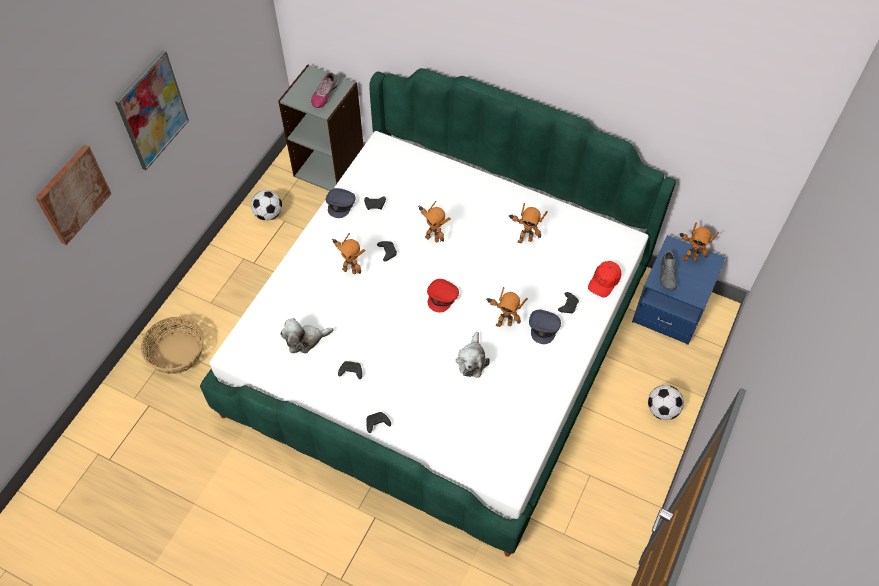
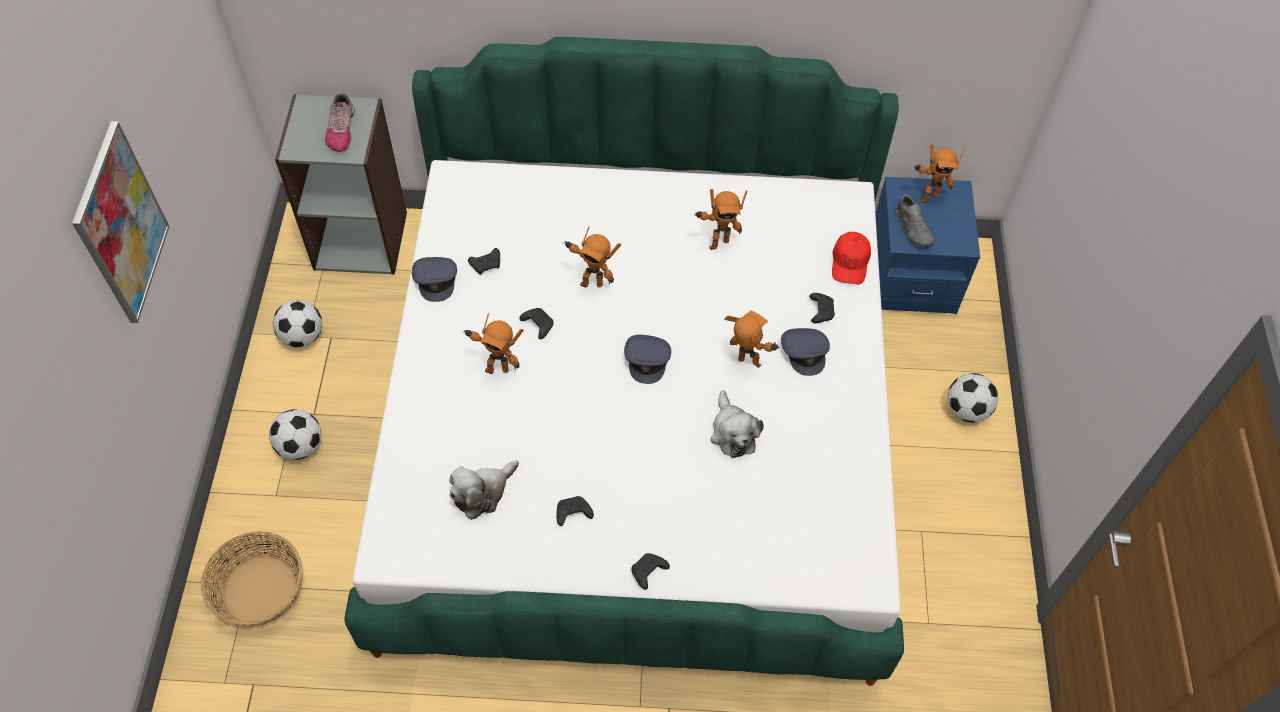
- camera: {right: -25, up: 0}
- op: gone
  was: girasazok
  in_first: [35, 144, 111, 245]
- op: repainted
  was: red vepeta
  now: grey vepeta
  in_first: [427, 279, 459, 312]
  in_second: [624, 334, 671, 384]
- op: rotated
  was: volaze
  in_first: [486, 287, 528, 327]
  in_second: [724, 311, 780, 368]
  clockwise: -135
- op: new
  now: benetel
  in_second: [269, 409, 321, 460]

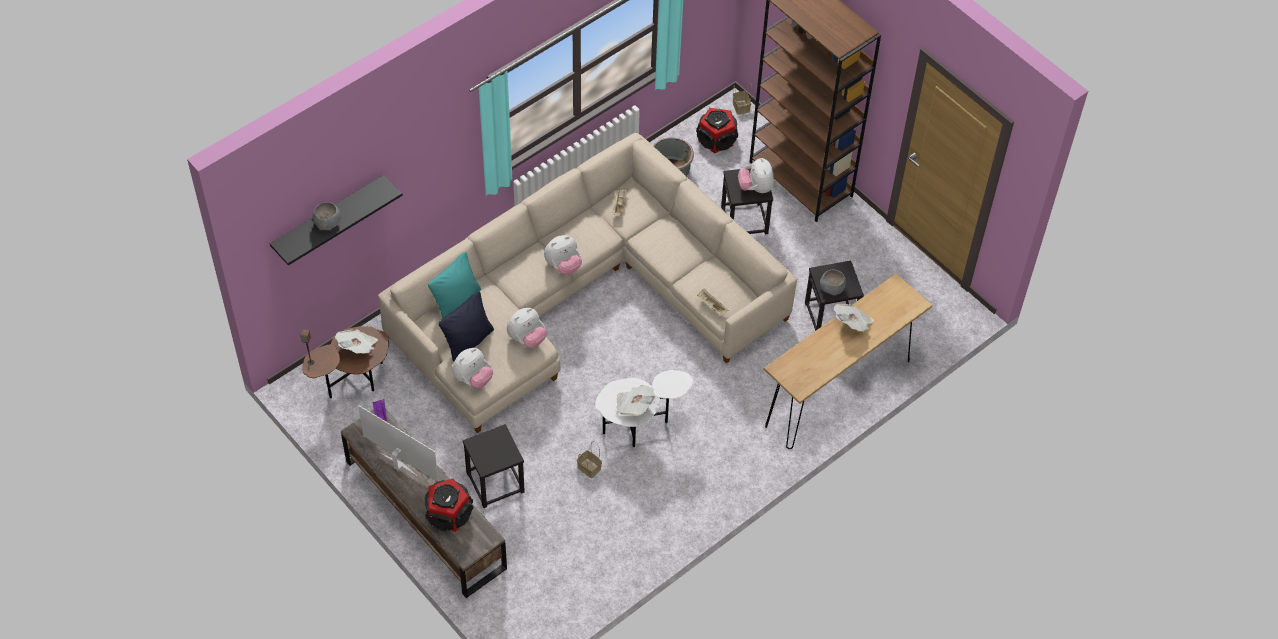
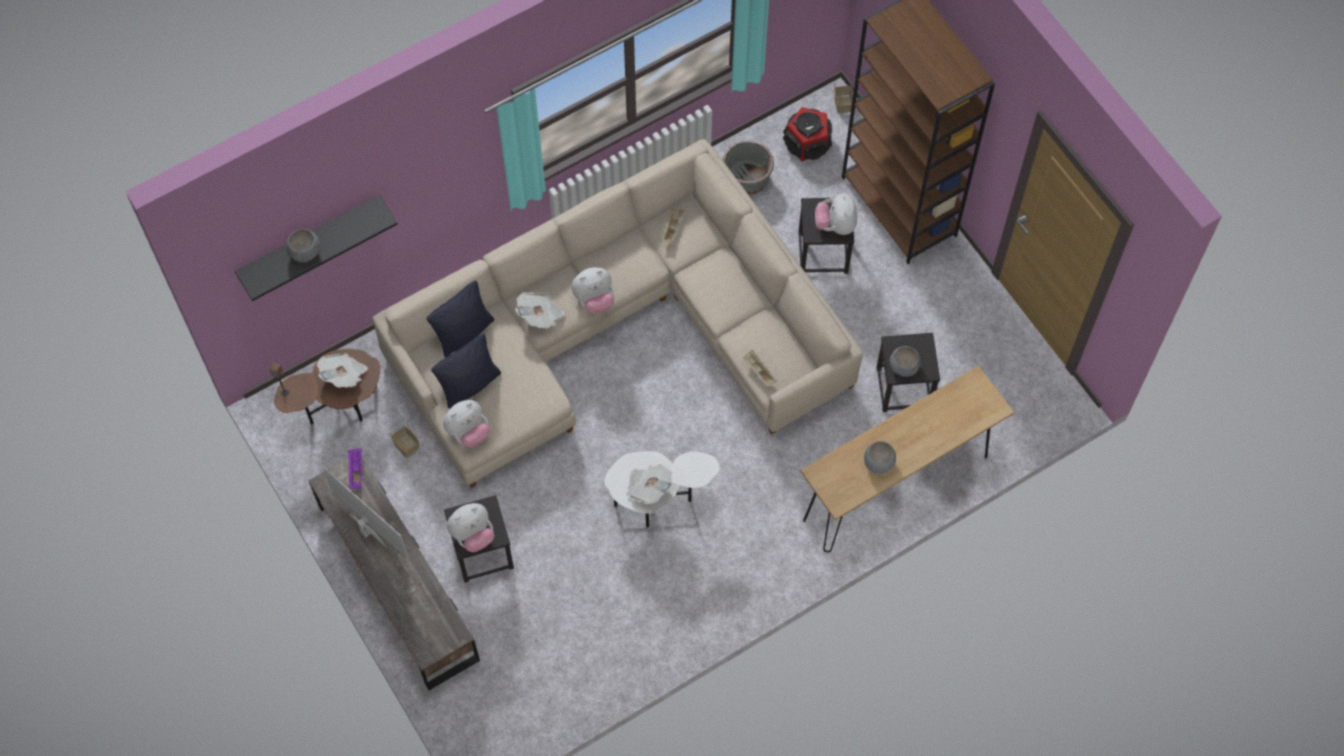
- camera: {right: 10, up: 10}
- op: repainted
  was: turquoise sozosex
  now: black sozosex
  in_first: [428, 252, 481, 319]
  in_second: [427, 281, 494, 357]
- op: shifted
  was: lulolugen
  in_first: [834, 304, 874, 332]
  in_second: [515, 292, 565, 329]
- op: shifted
  was: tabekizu
  in_first: [507, 308, 547, 348]
  in_second: [447, 503, 494, 552]
- op: shifted
  was: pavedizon
  in_first: [577, 441, 602, 478]
  in_second: [390, 420, 420, 458]
- op: gone
  was: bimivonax
  in_first: [425, 479, 473, 532]
- op: new
  now: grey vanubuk
  in_second: [864, 441, 896, 474]

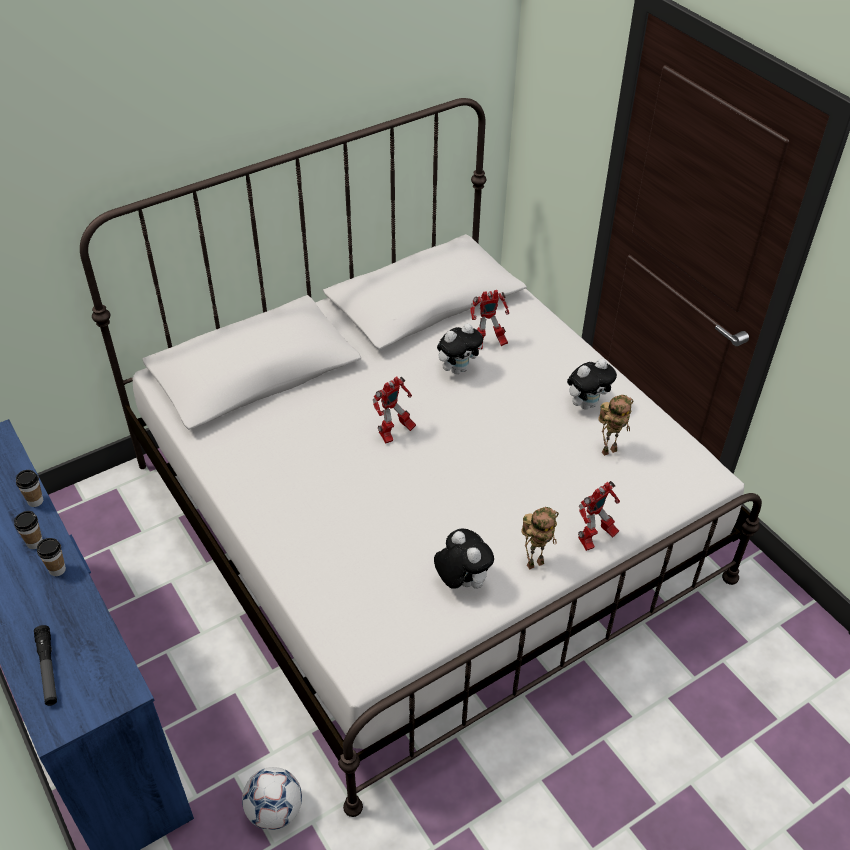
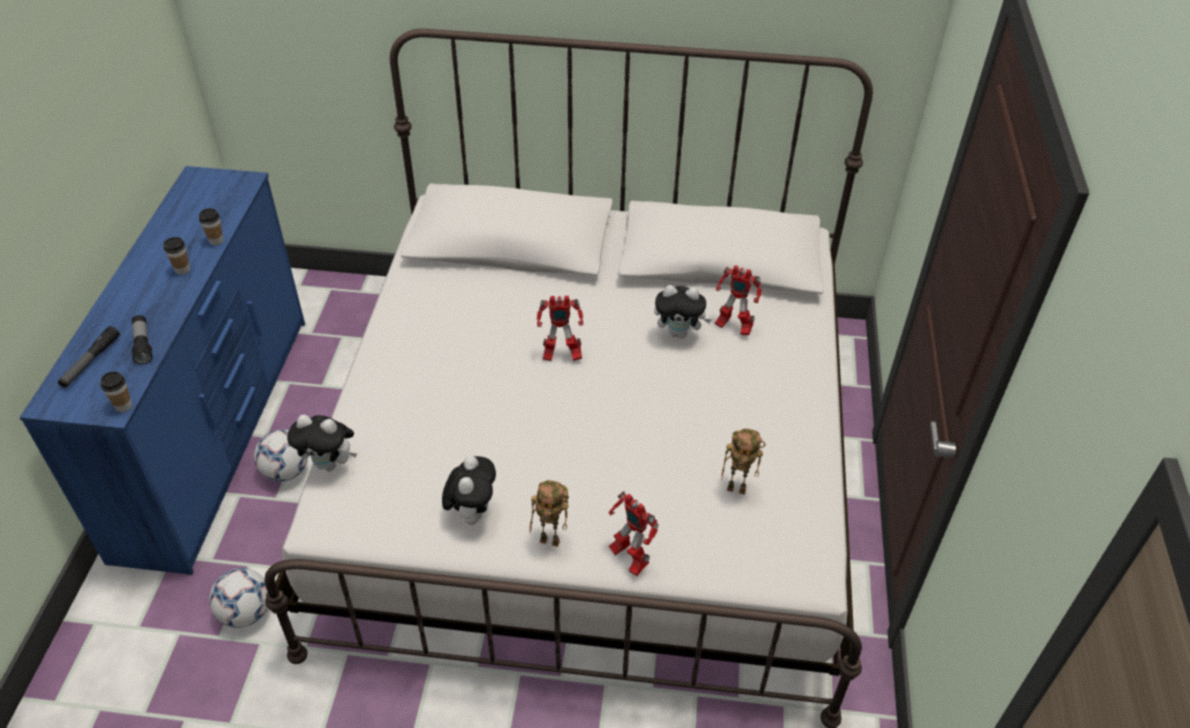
- camera: {right: 40, up: 0}
- op: shifted
  was: tabekizu
  in_first: [567, 358, 617, 410]
  in_second: [287, 415, 357, 471]
- op: rotated
  was: volaze
  in_first: [578, 481, 620, 551]
  in_second: [609, 491, 659, 576]
  clockwise: 45
- op: shifted
  was: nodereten
  in_first: [37, 538, 66, 576]
  in_second: [100, 371, 132, 412]
- op: new
  now: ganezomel
  in_second: [131, 315, 153, 364]
- op: new
  now: benetel
  in_second: [254, 429, 308, 482]

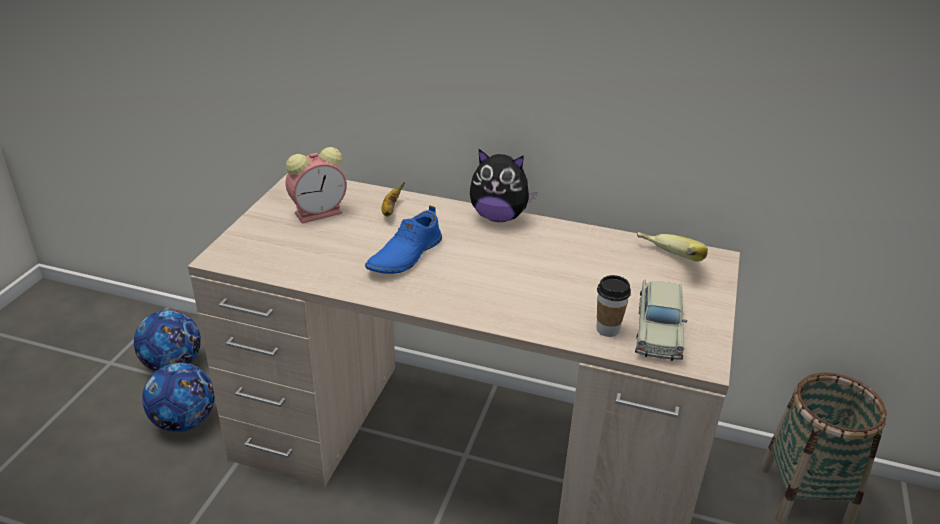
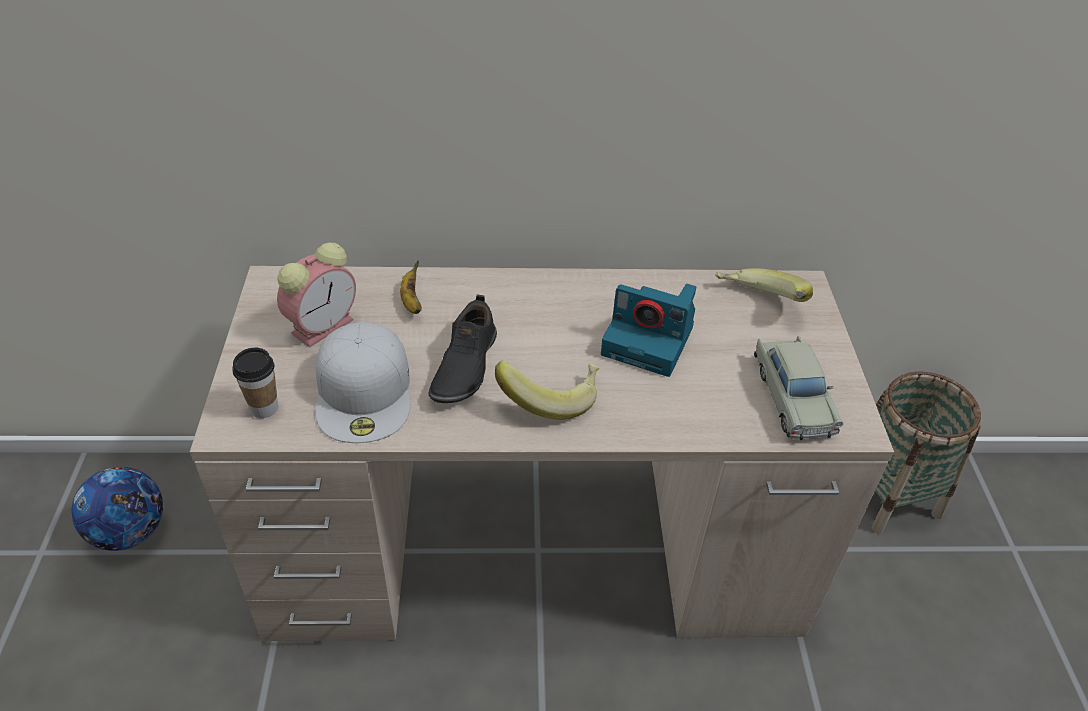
- camera: {right: -20, up: 10}
- op: gone
  was: tabekizu
  in_first: [470, 149, 537, 222]
- op: repainted
  was: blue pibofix
  now: black pibofix
  in_first: [365, 206, 442, 274]
  in_second: [428, 294, 497, 403]
- op: shifted
  was: nodereten
  in_first: [596, 275, 631, 337]
  in_second: [232, 347, 278, 418]
- op: gone
  was: benetel
  in_first: [142, 363, 215, 432]
- op: new
  now: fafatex
  in_second: [601, 284, 696, 377]
- op: new
  now: white vepeta
  in_second: [315, 322, 410, 443]
- op: new
  now: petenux
  in_second: [495, 361, 600, 420]

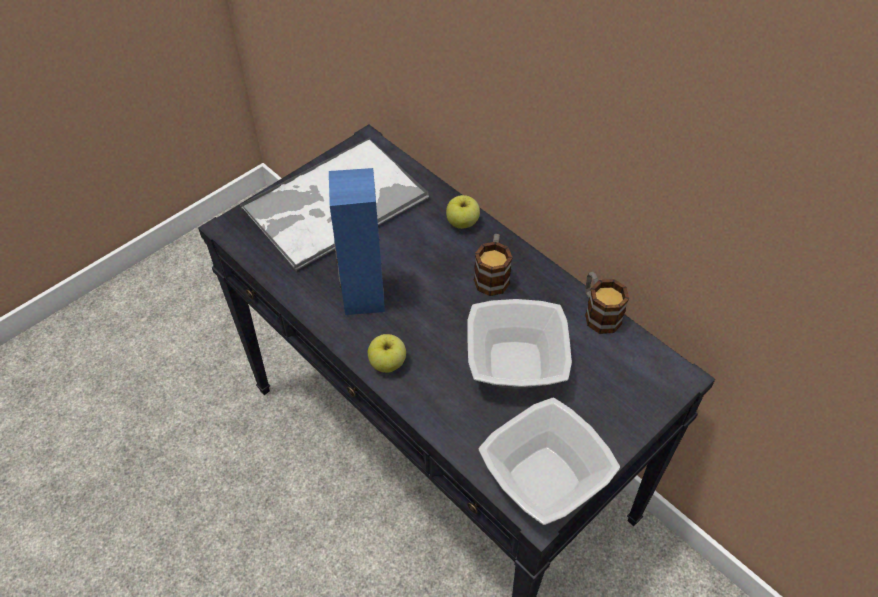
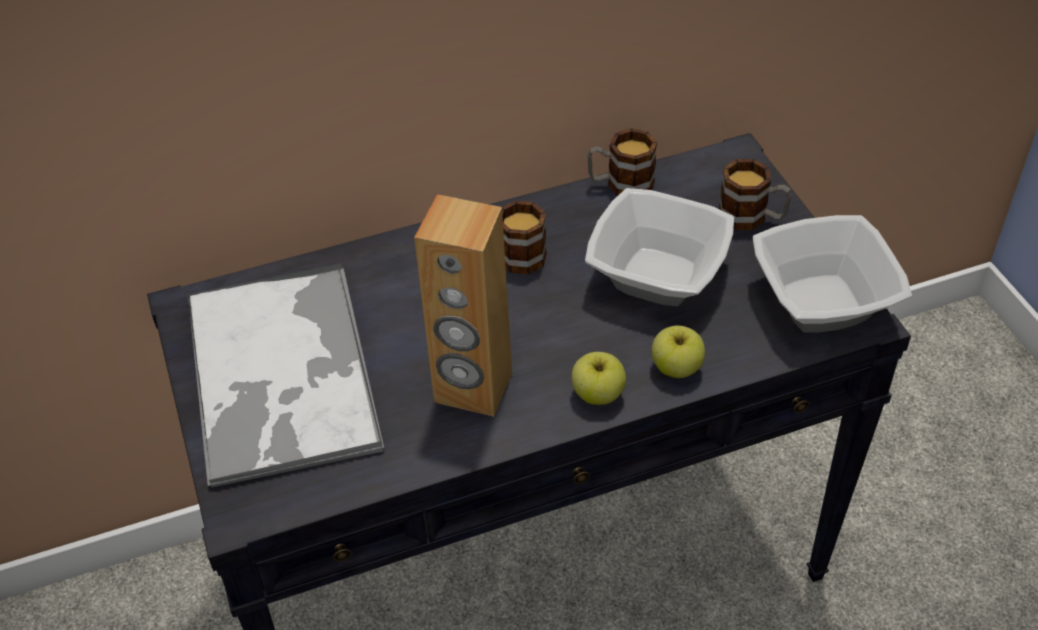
- camera: {right: -65, up: -5}
- op: repainted
  was: blue bimivonax
  now: brown bimivonax
  in_first: [329, 168, 385, 315]
  in_second: [414, 194, 512, 417]
- op: shifted
  was: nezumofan
  in_first: [446, 195, 480, 229]
  in_second: [652, 325, 705, 378]
- op: new
  now: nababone
  in_second: [718, 159, 792, 230]

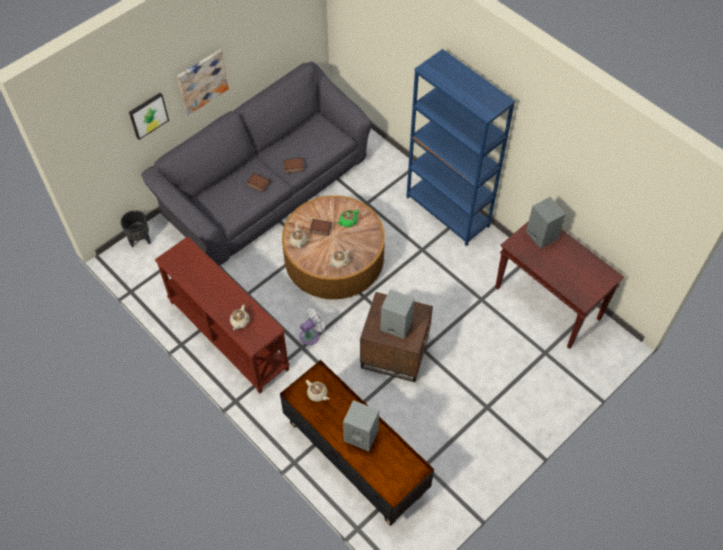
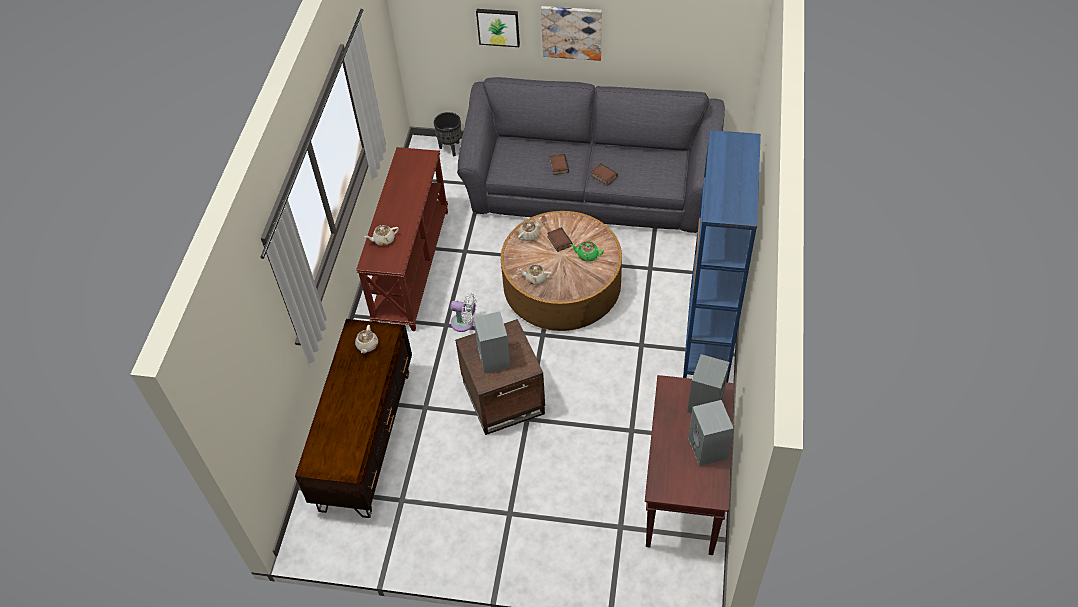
- camera: {right: 55, up: -5}
- op: shifted
  was: grey bimivonax
  in_first: [343, 400, 379, 451]
  in_second: [688, 400, 734, 466]

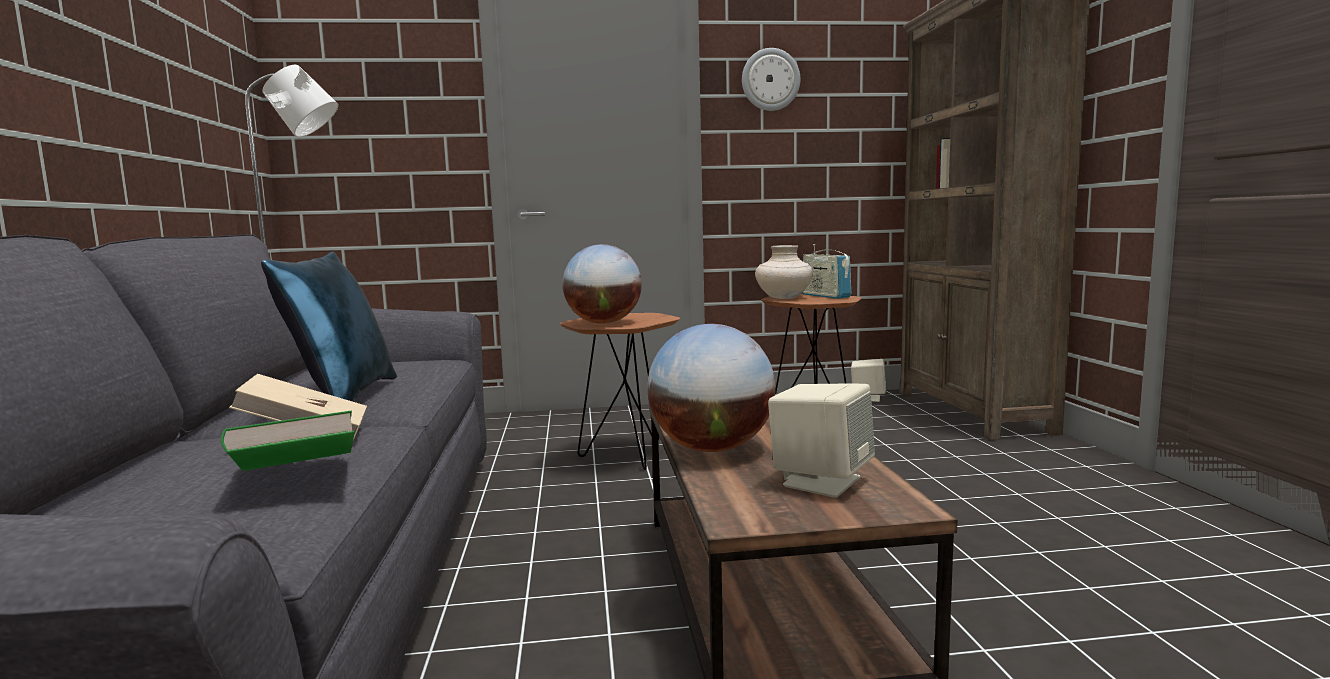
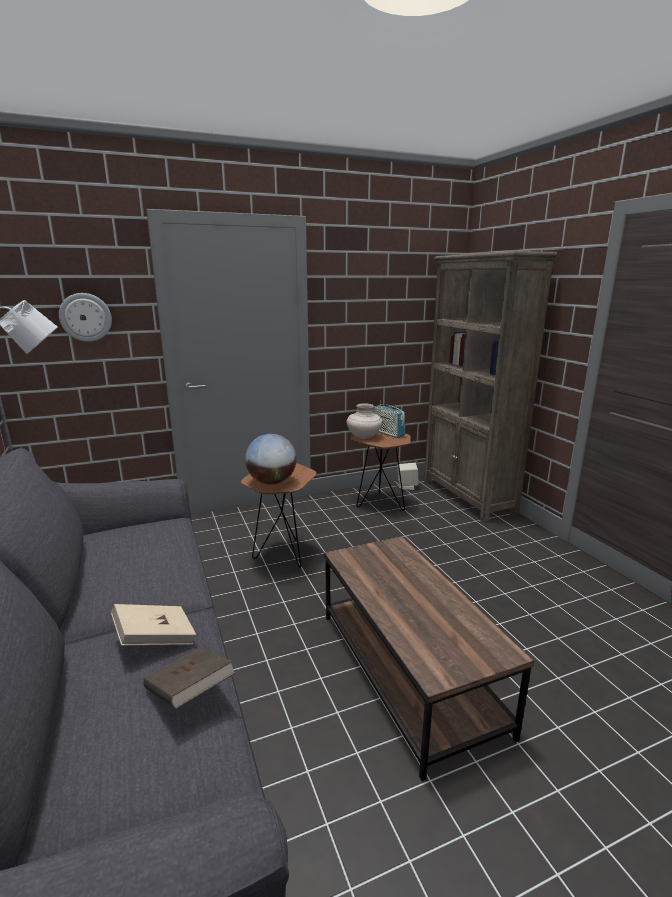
- camera: {right: -15, up: 10}
- op: shifted
  was: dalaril
  in_first: [742, 48, 800, 111]
  in_second: [59, 293, 112, 342]
- op: gone
  was: blue sozosex
  in_first: [261, 251, 397, 402]
- op: gone
  was: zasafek
  in_first: [647, 324, 776, 452]
- op: gone
  was: beige bimivonax
  in_first: [768, 383, 875, 498]
- op: repainted
  was: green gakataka
  now: brown gakataka
  in_first: [221, 411, 355, 471]
  in_second: [143, 648, 236, 709]

